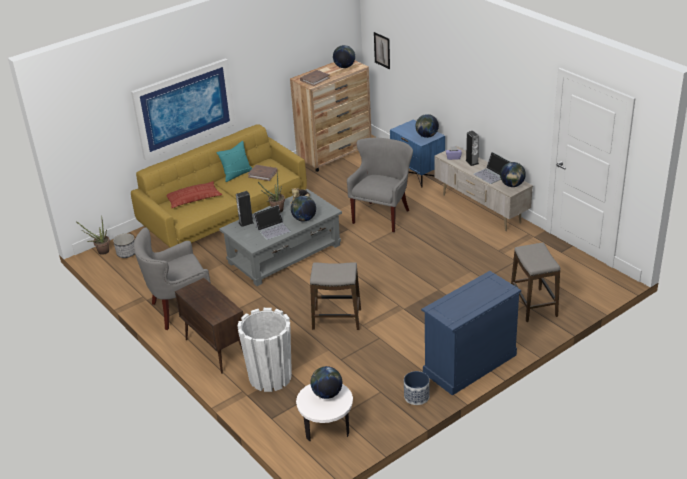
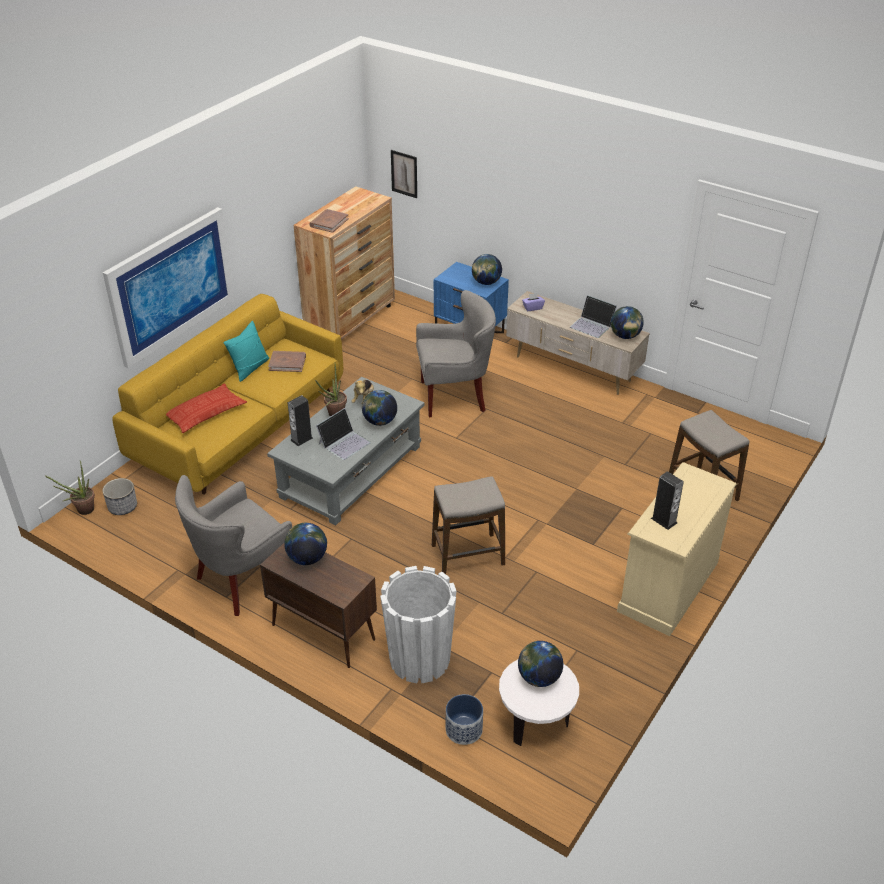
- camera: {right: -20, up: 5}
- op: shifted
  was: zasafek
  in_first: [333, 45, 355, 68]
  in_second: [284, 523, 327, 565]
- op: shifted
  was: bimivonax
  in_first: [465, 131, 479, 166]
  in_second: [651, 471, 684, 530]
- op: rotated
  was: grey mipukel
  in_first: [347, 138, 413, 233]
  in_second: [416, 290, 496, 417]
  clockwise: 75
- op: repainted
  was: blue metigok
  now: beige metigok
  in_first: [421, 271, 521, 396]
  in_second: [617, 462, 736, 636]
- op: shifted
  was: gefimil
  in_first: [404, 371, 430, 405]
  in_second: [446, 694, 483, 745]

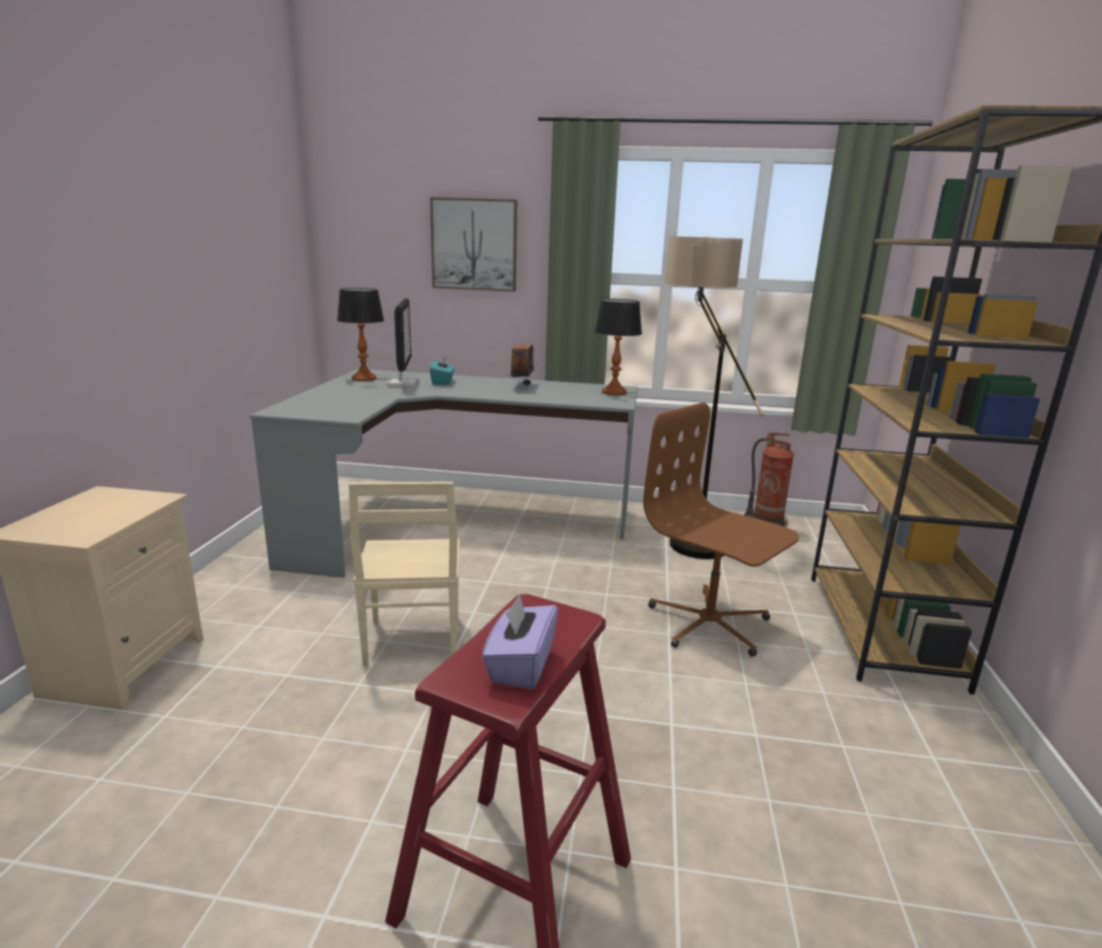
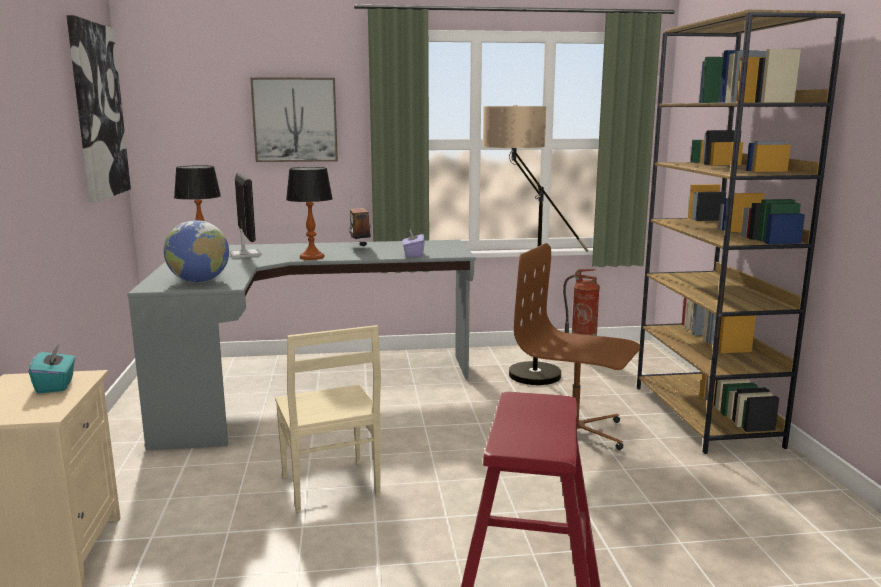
- camera: {right: -15, up: -5}
- op: shifted
  was: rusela
  in_first: [595, 299, 642, 395]
  in_second: [286, 167, 333, 260]
- op: shifted
  was: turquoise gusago
  in_first: [430, 356, 455, 385]
  in_second: [29, 343, 75, 394]
- op: shifted
  was: purple gusago
  in_first: [482, 593, 558, 689]
  in_second: [402, 229, 425, 257]
- op: new
  now: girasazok
  in_second: [66, 15, 131, 202]
- op: new
  now: zasafek
  in_second: [164, 220, 229, 283]

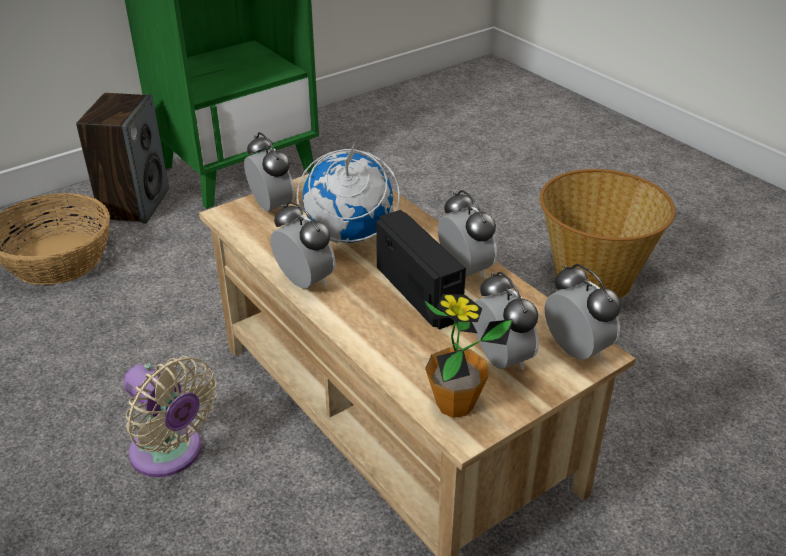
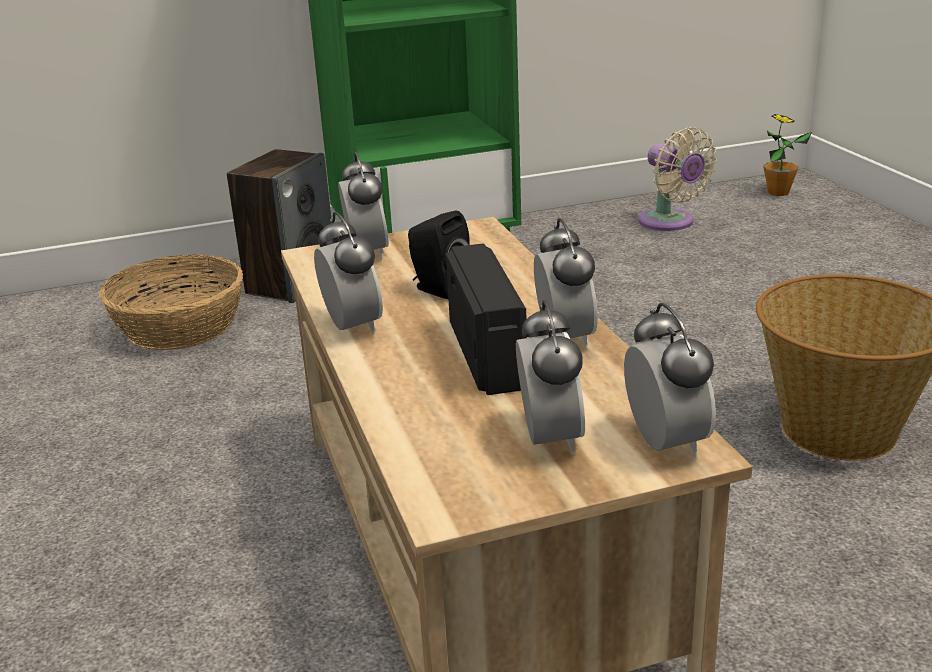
- camera: {right: 20, up: -10}
- op: swapped
  was: zasafek
  now: black bimivonax
  in_first: [297, 143, 400, 243]
  in_second: [408, 211, 470, 299]
- op: shifted
  was: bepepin
  in_first: [424, 294, 513, 418]
  in_second: [763, 114, 812, 196]
- op: shifted
  was: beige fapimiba
  in_first: [123, 356, 217, 477]
  in_second: [639, 127, 717, 231]

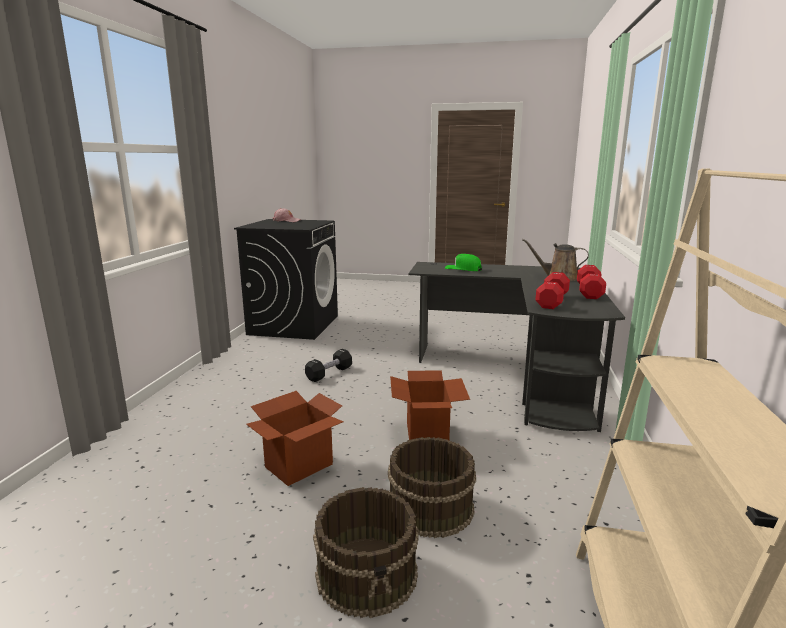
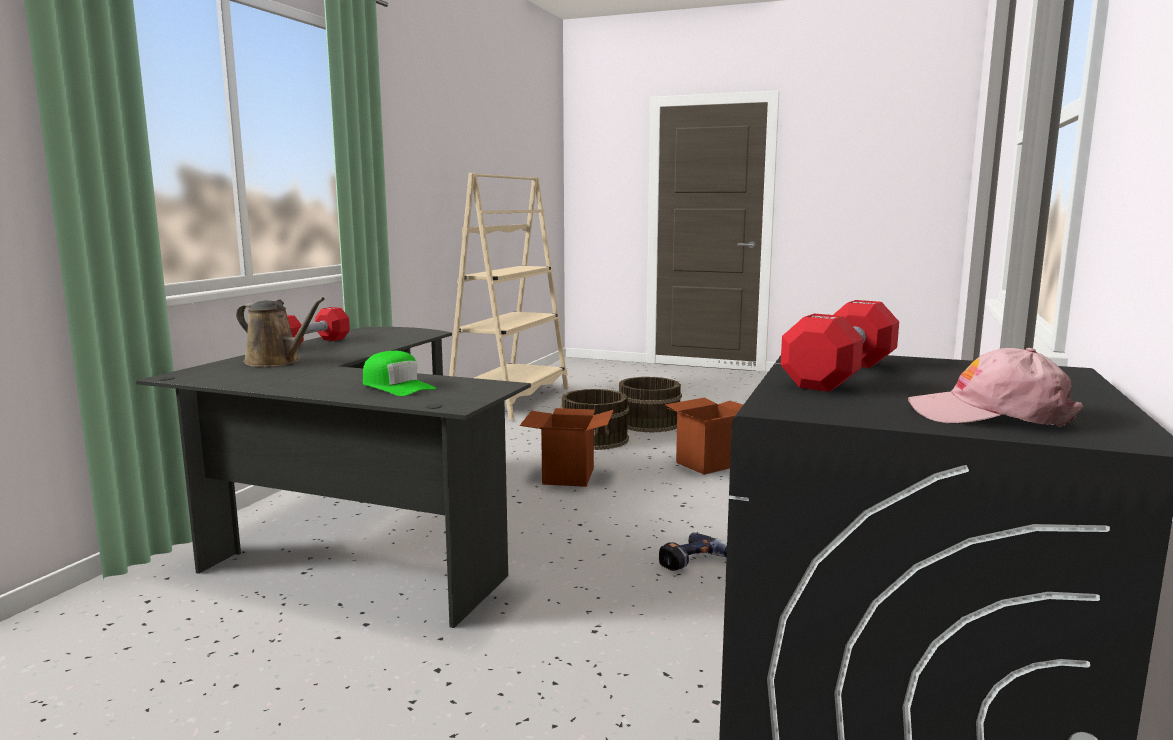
- camera: {right: -170, up: -5}
- op: shifted
  was: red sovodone
  in_first: [535, 272, 570, 309]
  in_second: [781, 300, 899, 392]
- op: swapped
  was: black sovodone
  now: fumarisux
  in_first: [305, 349, 352, 382]
  in_second: [659, 533, 727, 571]

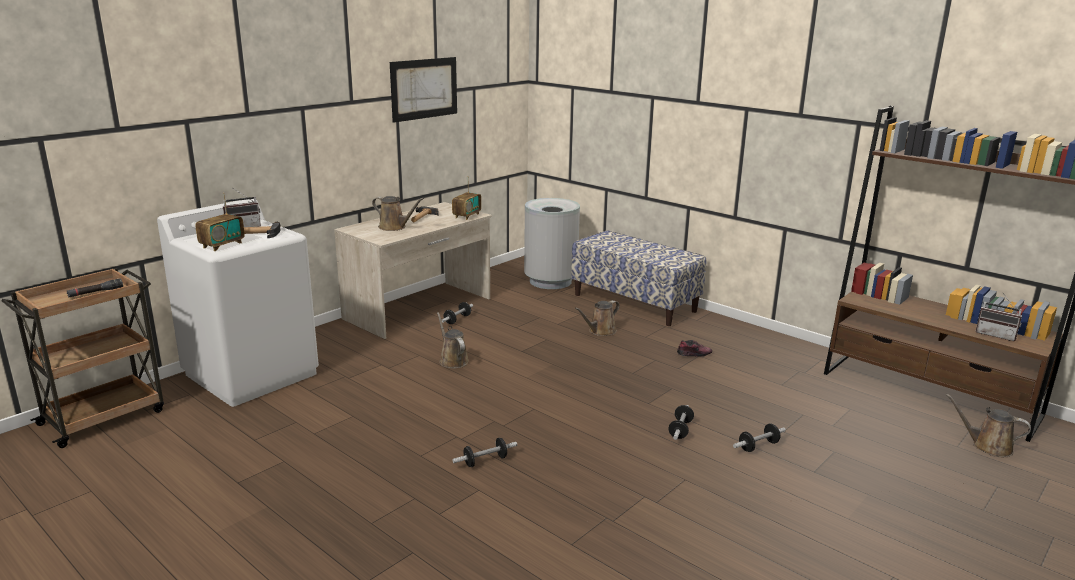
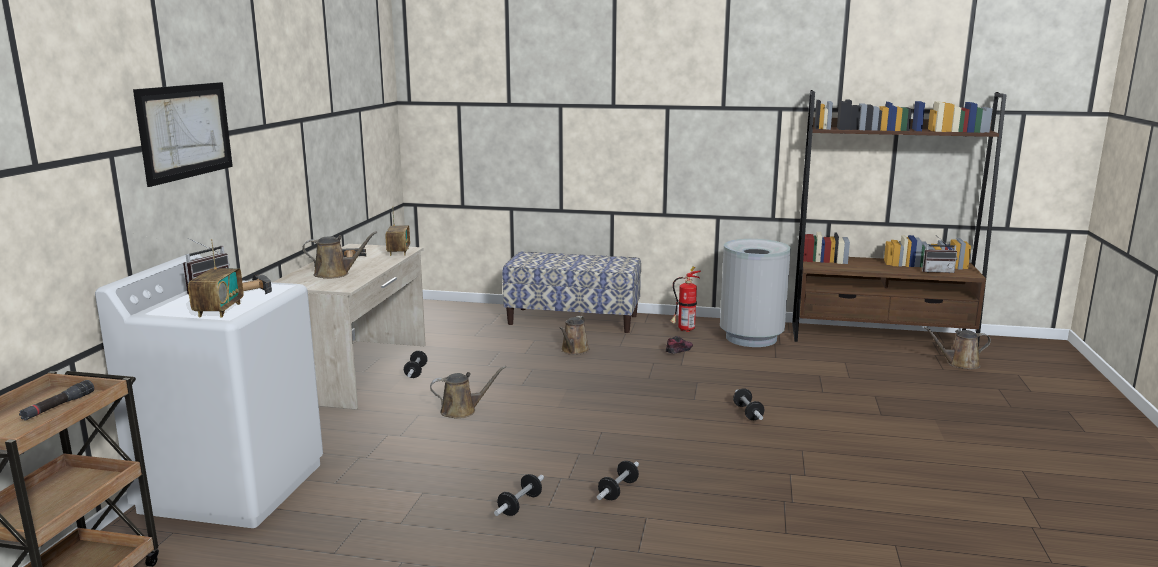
- camera: {right: -30, up: -5}
- op: shifted
  was: girasazok
  in_first: [390, 57, 457, 123]
  in_second: [133, 82, 233, 187]
- op: shifted
  was: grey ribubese
  in_first: [524, 198, 580, 289]
  in_second: [720, 239, 791, 347]
- op: rotated
  was: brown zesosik
  in_first: [437, 312, 469, 368]
  in_second: [430, 366, 506, 419]
  clockwise: 135
- op: shifted
  was: sovodone
  in_first: [733, 424, 786, 452]
  in_second: [494, 474, 544, 516]
- op: new
  now: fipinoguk
  in_second: [670, 266, 701, 332]

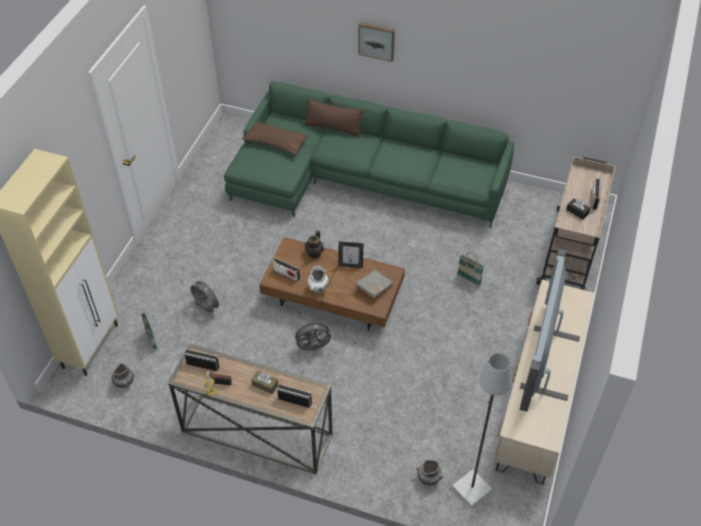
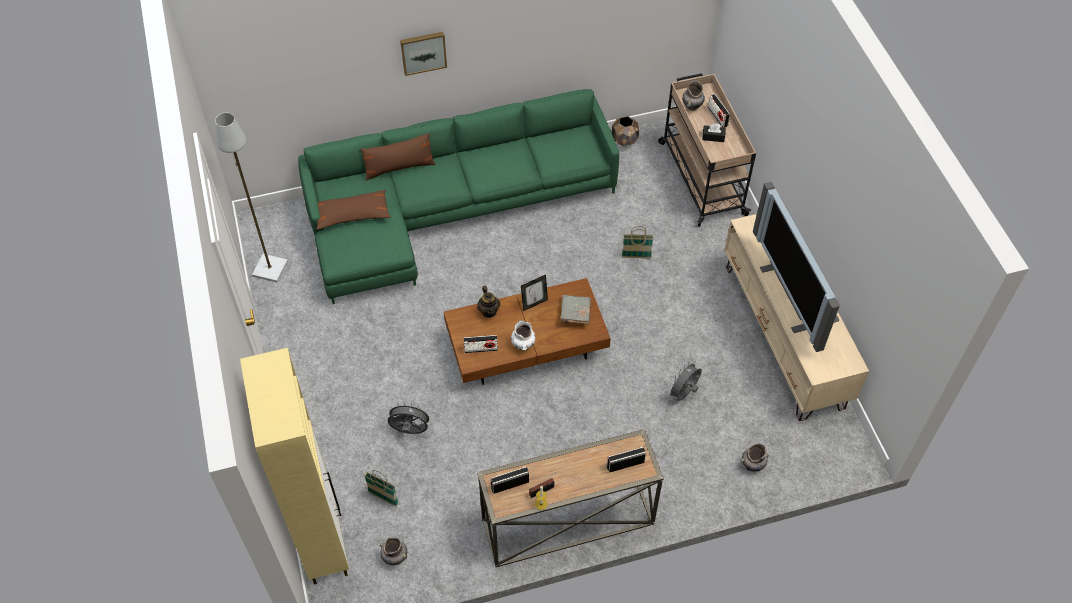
- camera: {right: -35, up: 5}
- op: shifted
  was: grey fapimiba
  in_first: [293, 320, 331, 350]
  in_second: [667, 361, 702, 401]
- op: shifted
  was: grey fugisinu
  in_first: [452, 353, 512, 507]
  in_second: [215, 113, 288, 282]
- op: gone
  was: brown gusago
  in_first: [251, 371, 278, 394]
- op: new
  now: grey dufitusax
  in_second: [682, 80, 705, 110]
- op: new
  now: brown gefimil
  in_second: [612, 116, 639, 146]

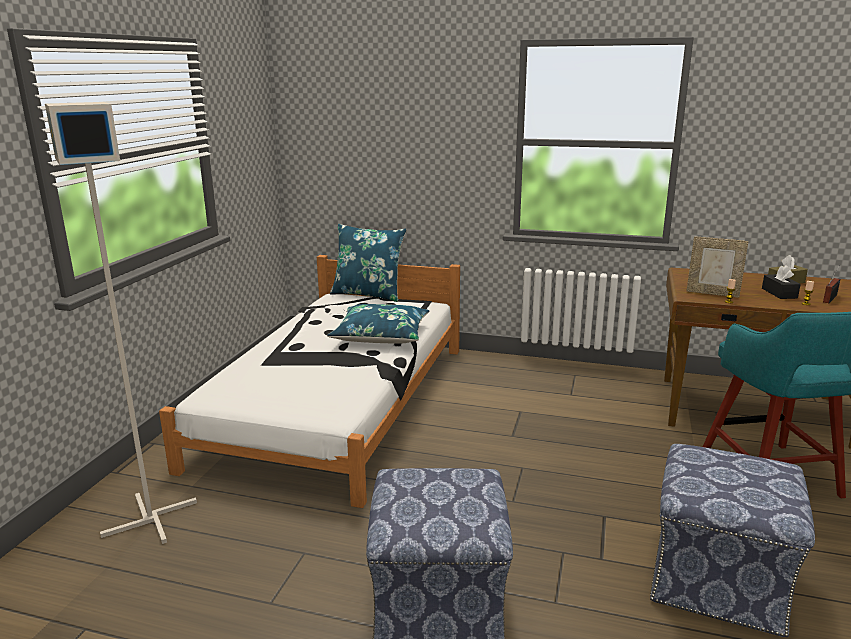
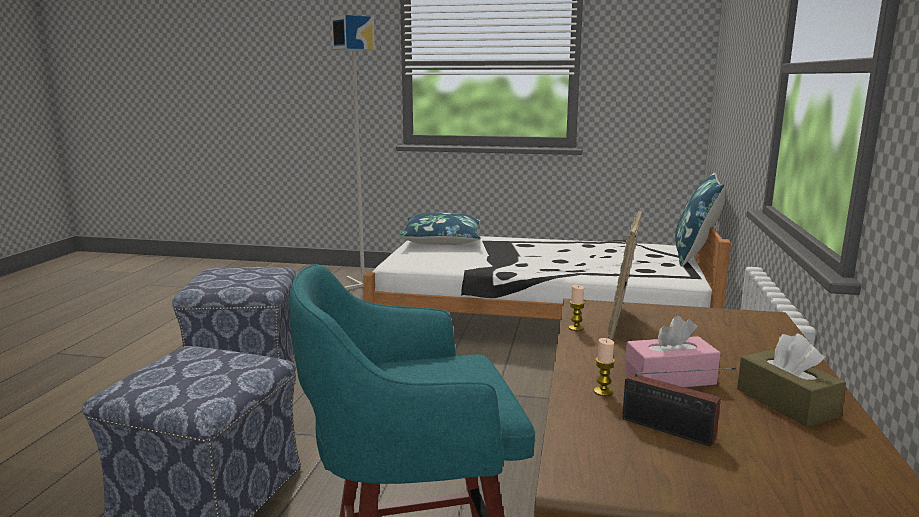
- camera: {right: 85, up: -5}
- op: repainted
  was: black gusago
  now: pink gusago
  in_first: [762, 265, 801, 299]
  in_second: [625, 316, 721, 387]
- op: shifted
  was: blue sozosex
  in_first: [327, 304, 430, 343]
  in_second: [398, 212, 481, 245]

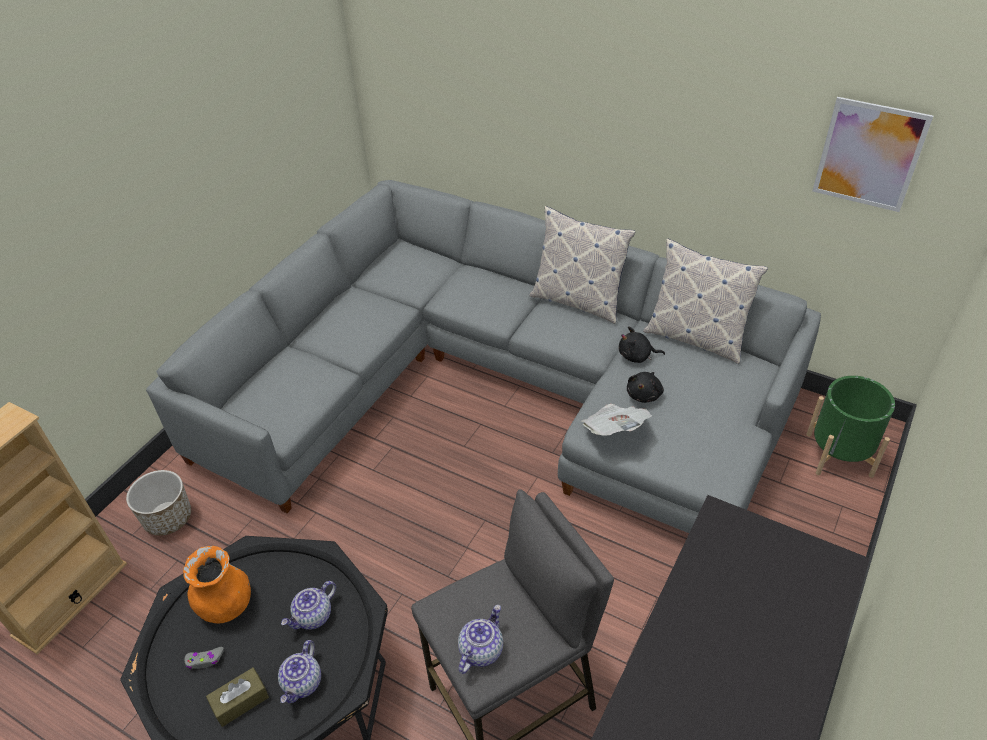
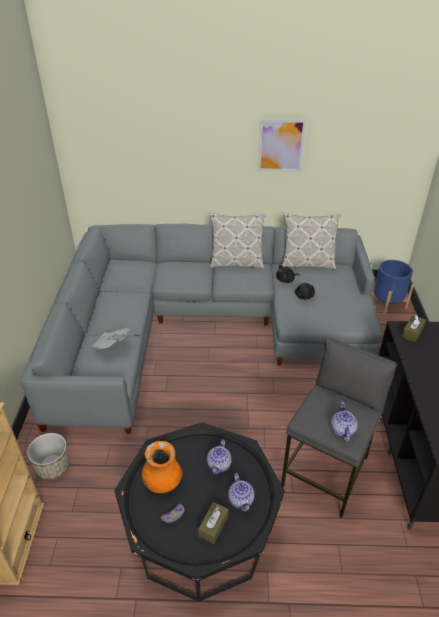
- camera: {right: -30, up: -5}
- op: shifted
  was: girasazok
  in_first: [813, 97, 933, 212]
  in_second: [258, 119, 306, 171]
- op: repainted
  was: green gefimil
  now: blue gefimil
  in_first: [806, 376, 895, 478]
  in_second: [372, 260, 414, 316]
- op: shifted
  was: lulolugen
  in_first: [581, 404, 652, 436]
  in_second: [91, 328, 130, 349]
- op: new
  now: brown gusago
  in_second: [402, 314, 426, 342]

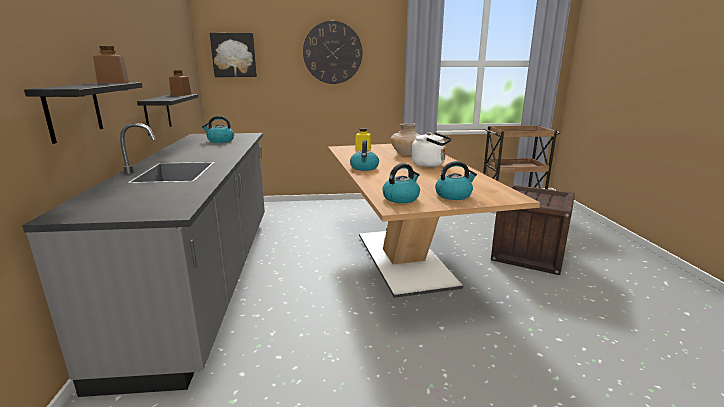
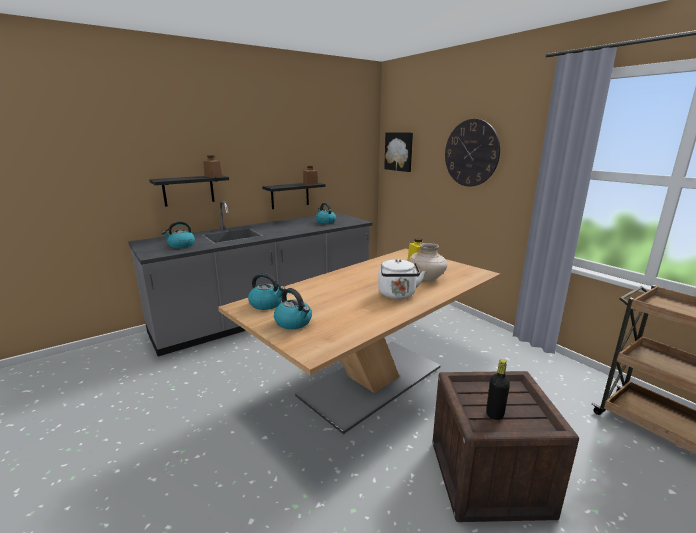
- camera: {right: 60, up: 0}
- op: shifted
  was: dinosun
  in_first: [350, 140, 379, 171]
  in_second: [162, 221, 195, 248]
- op: new
  now: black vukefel
  in_second: [486, 359, 510, 420]

